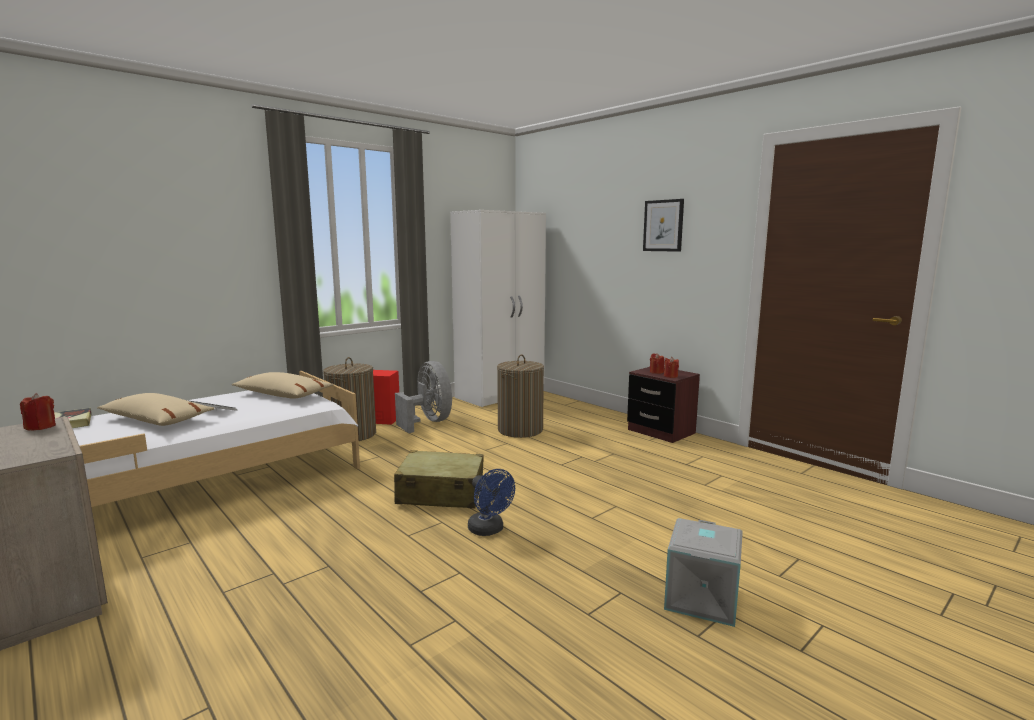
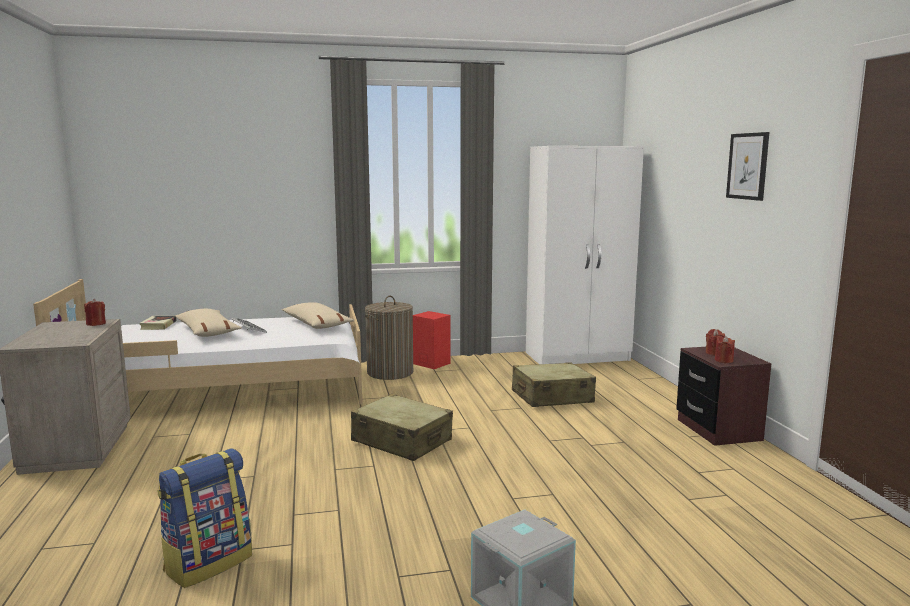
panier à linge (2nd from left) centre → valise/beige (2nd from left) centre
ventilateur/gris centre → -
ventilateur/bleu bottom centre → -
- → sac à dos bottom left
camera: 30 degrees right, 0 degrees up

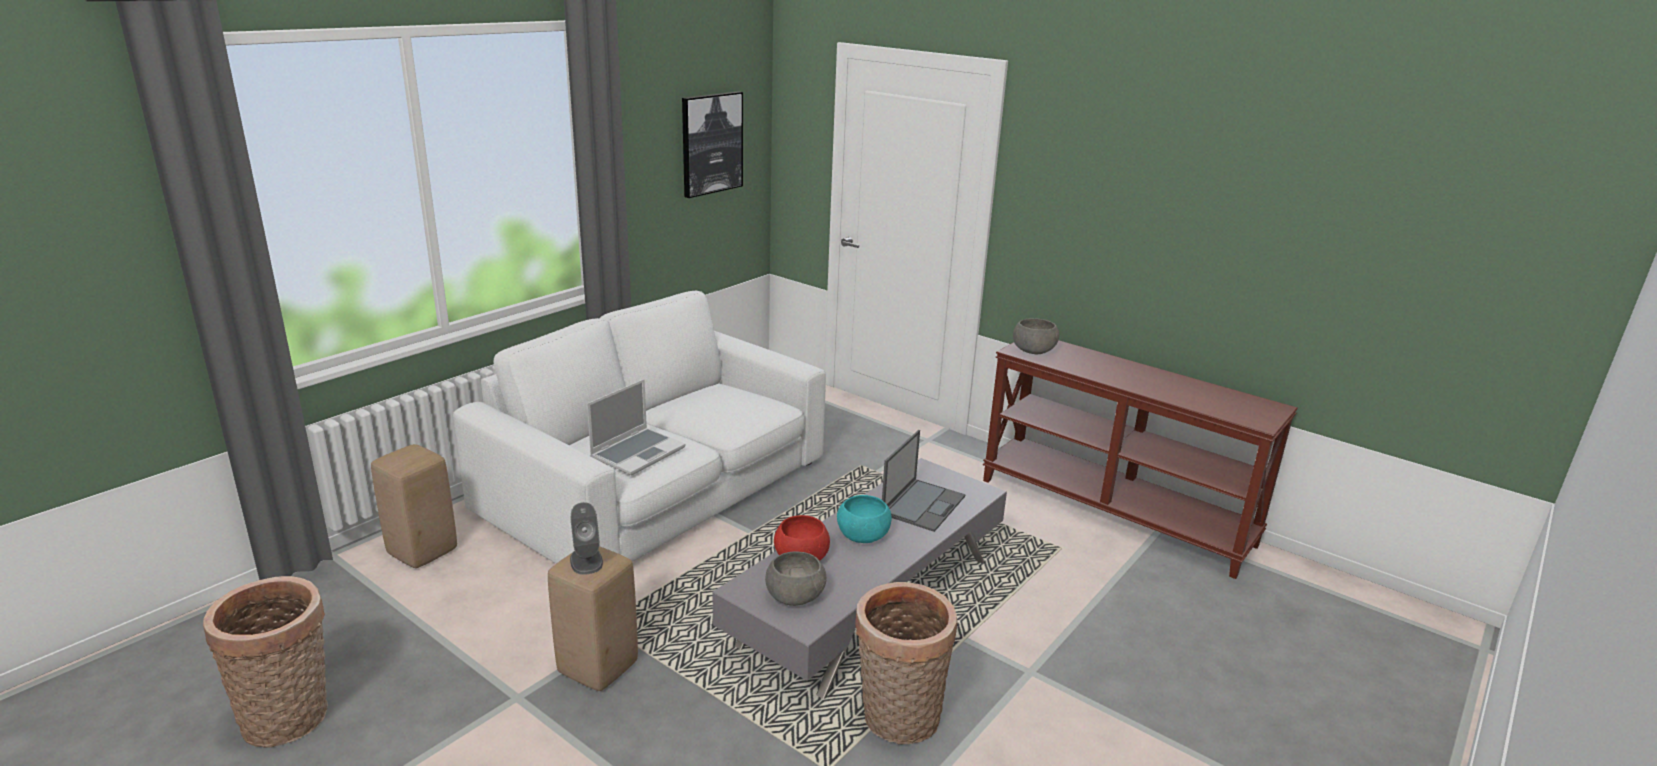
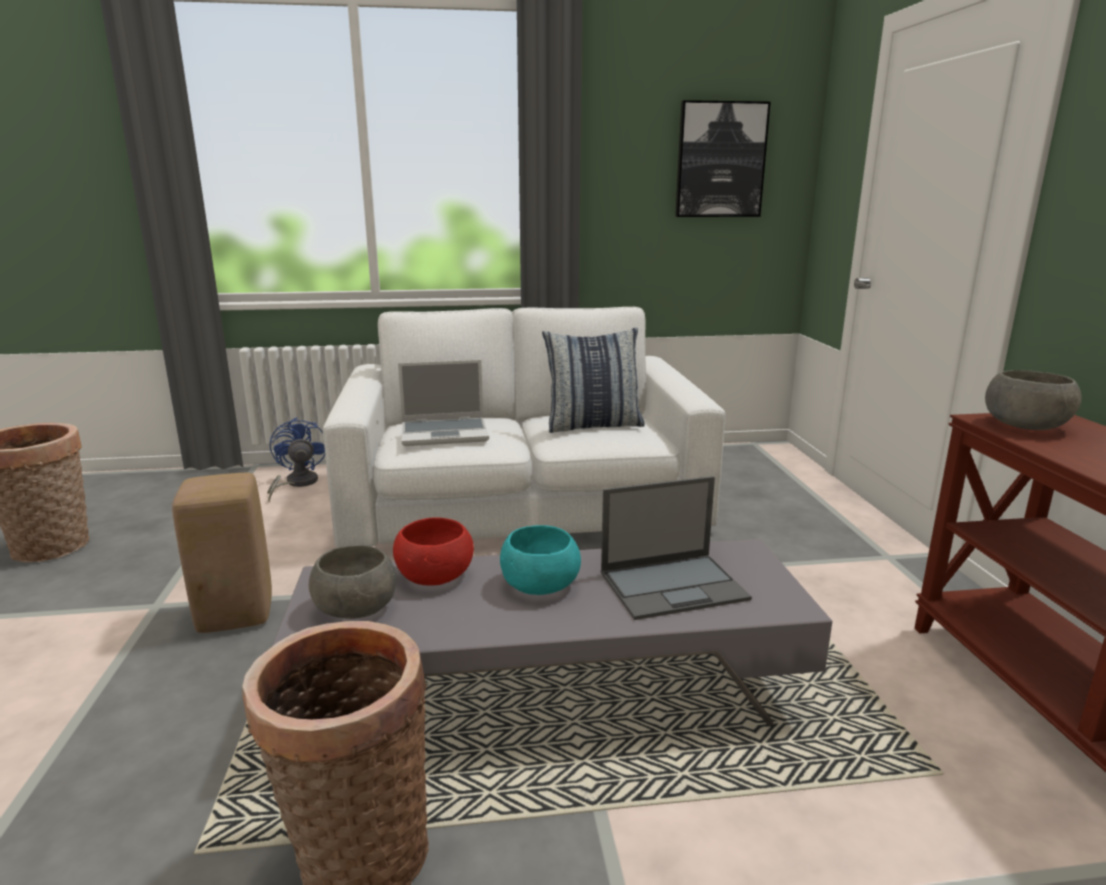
tabouret/beige (1st from left) middle left → ventilateur/bleu middle left
enceinte/gris bottom centre → -
- → coussin centre
camera: 45 degrees right, 5 degrees down

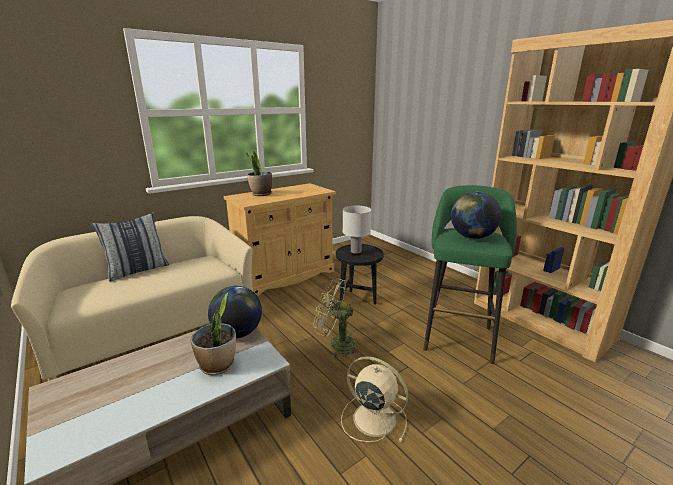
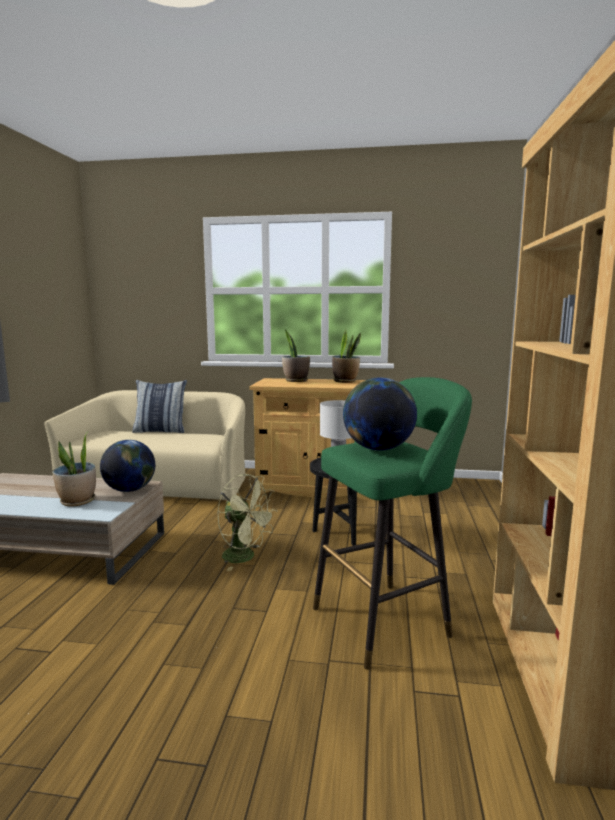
ventilateur/vert centre, 150 degrees clockwise
ventilateur/beige bottom centre → -
- → plante en pot (3rd from left) centre
camera: 45 degrees right, 10 degrees down

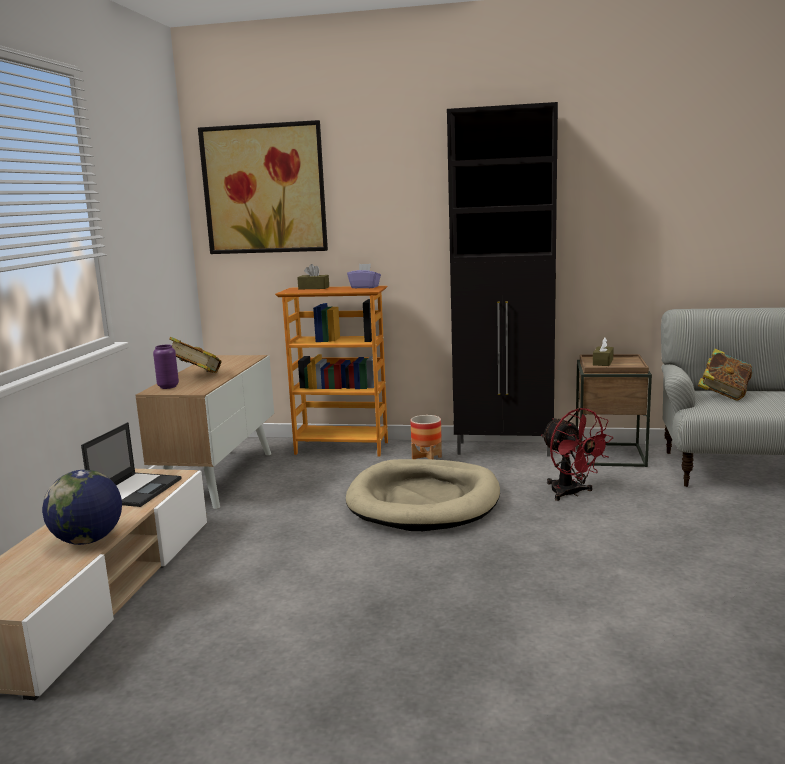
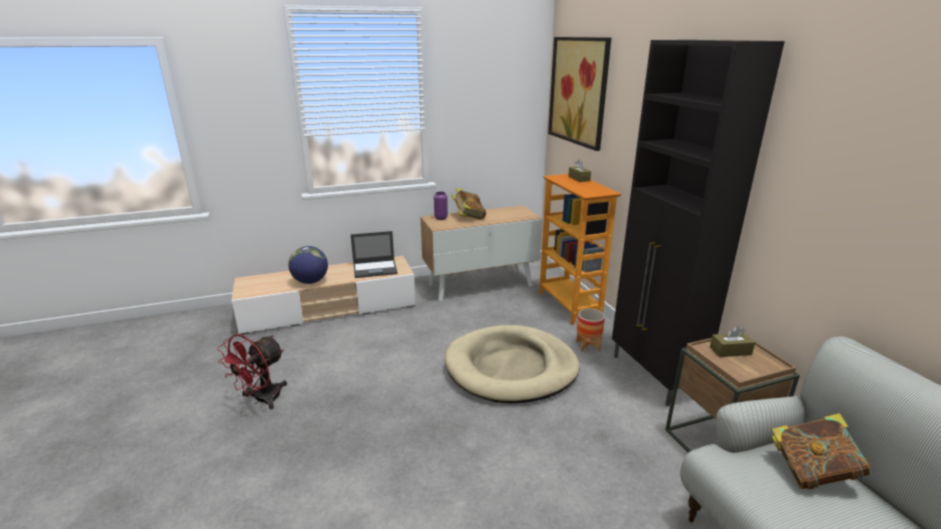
boîte à mouchoirs/violet centre → -
ventilateur/rouge middle right → ventilateur/rouge bottom left, move
camera: 60 degrees right, 10 degrees up

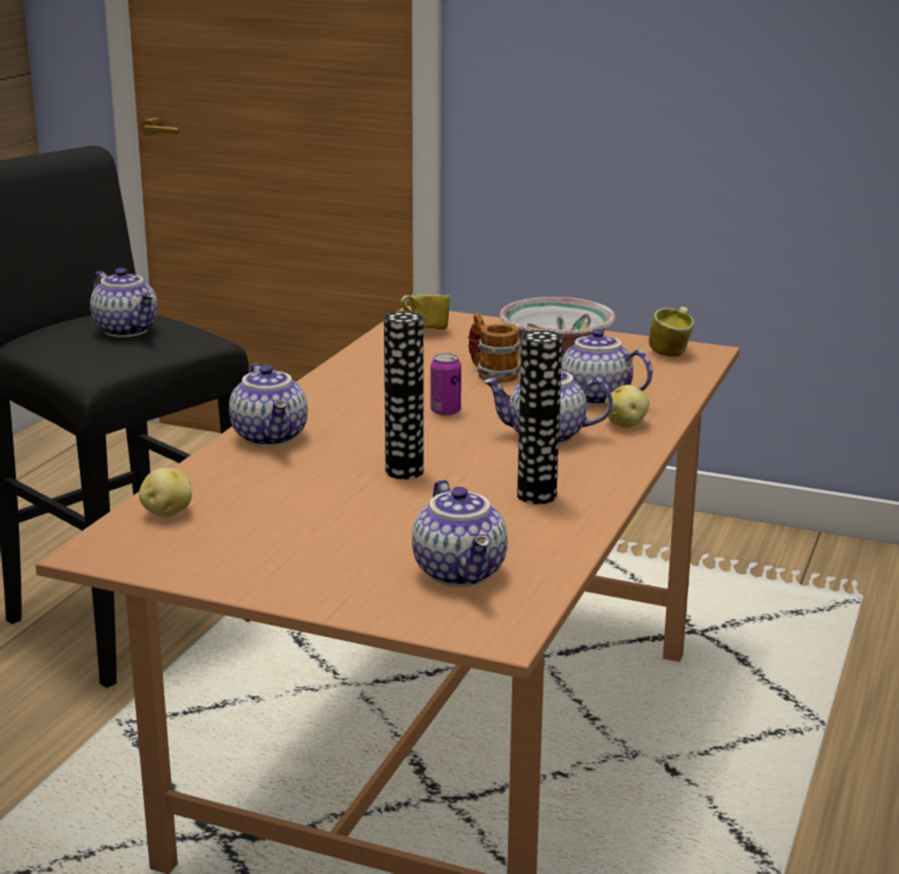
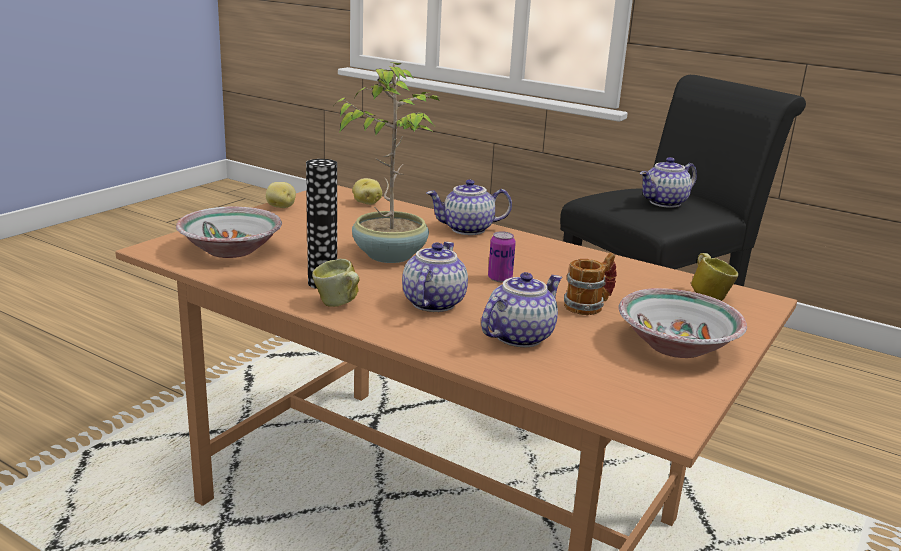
mug (3rd from left in the first image) middle right → mug (1st from left) centre, move
vase (1st from left) centre → plante en pot top centre
pomme de terre (2nd from left in the first image) middle right → pomme de terre (1st from left) middle left, move
théière (3rd from left) centre → bol (1st from left) middle left
camera: 100 degrees right, 0 degrees up

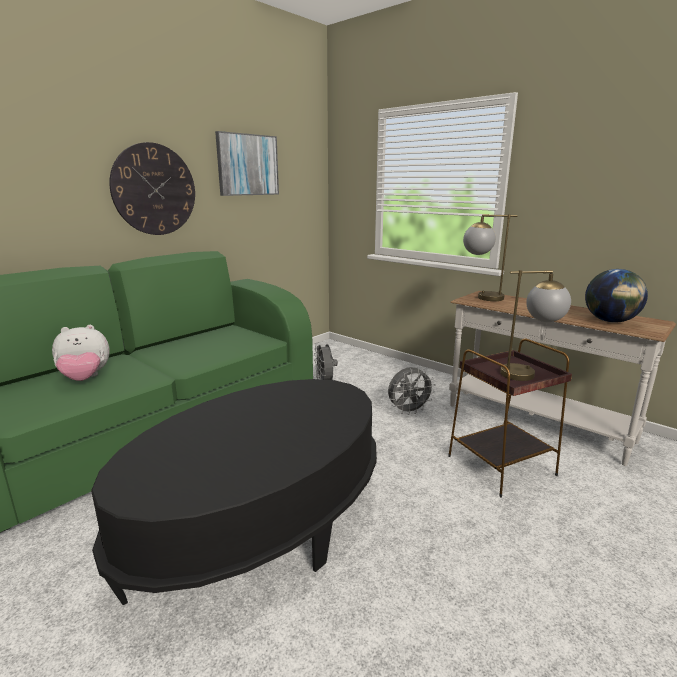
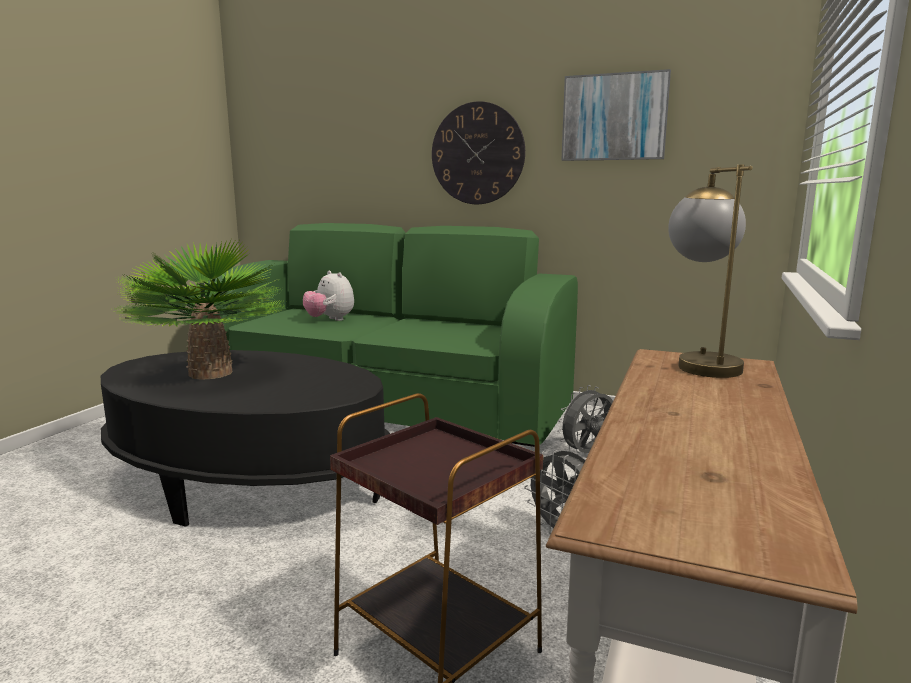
globe middle right → -
lampe de table (2nd from left) middle right → -
- → plante en pot middle left
camera: 70 degrees right, 5 degrees down

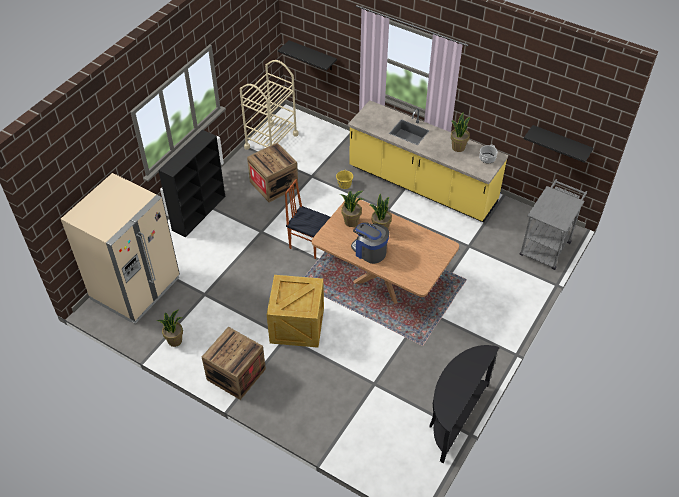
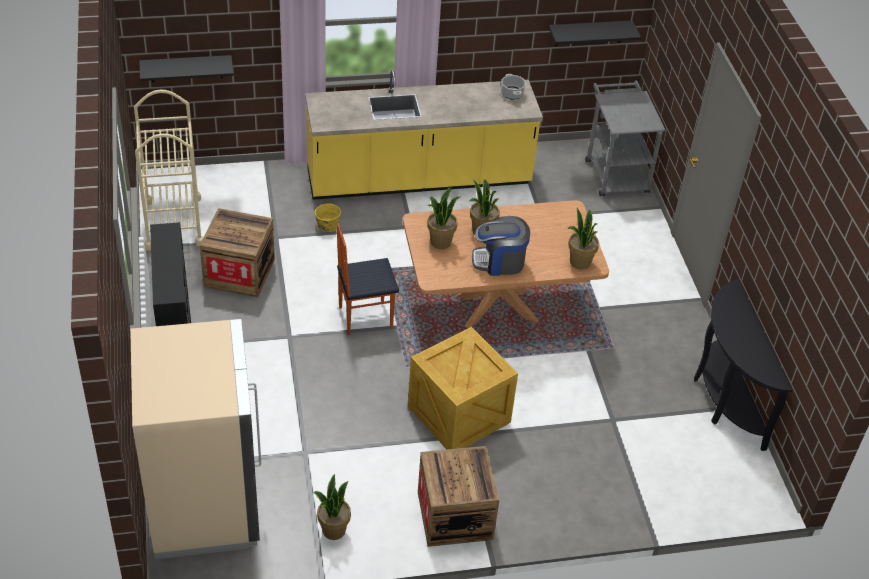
plante en pot (4th from left) top right → plante en pot (4th from left) middle right, move
camera: 45 degrees left, 5 degrees down

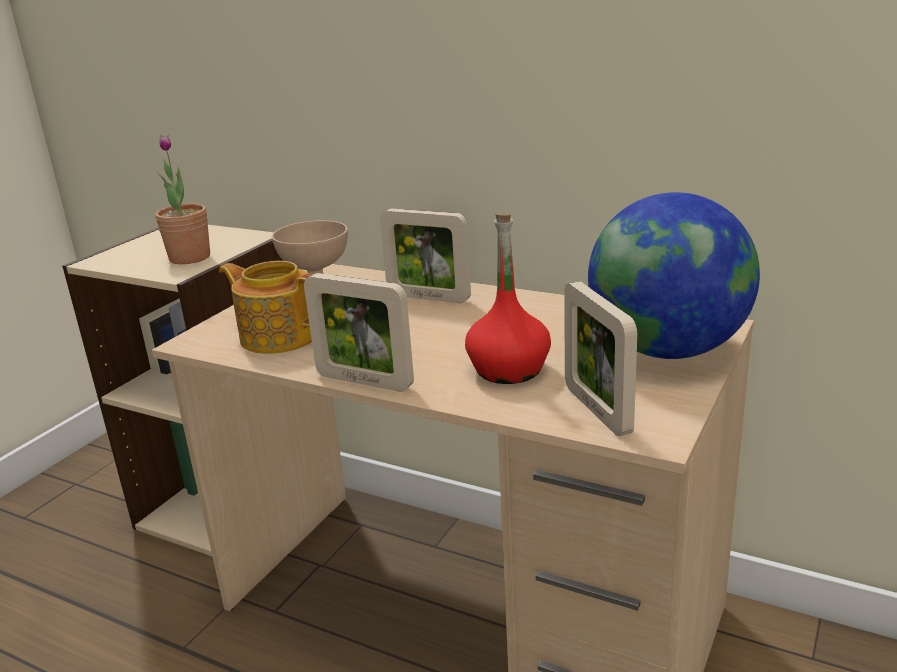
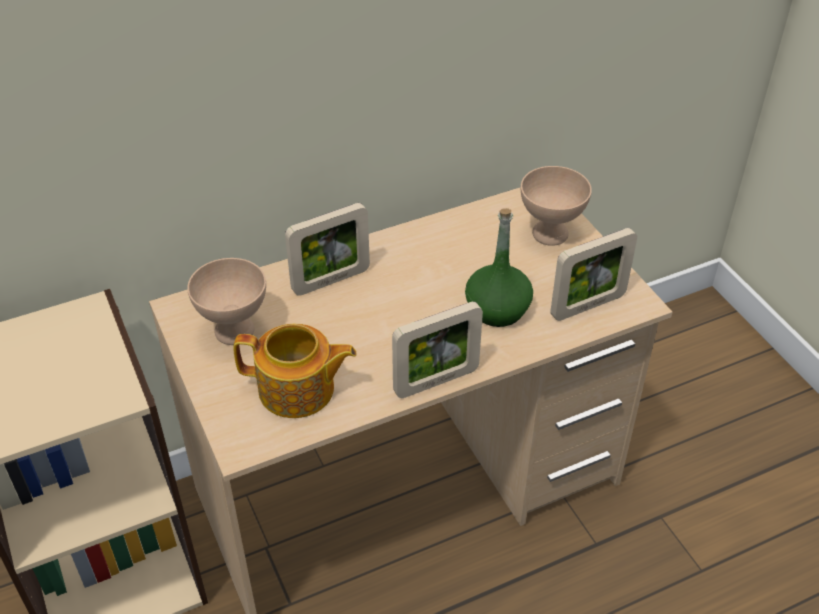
plante en pot top left → -
globe middle right → bol/beige (2nd from left) middle right
bouteille/rouge centre → bouteille/vert centre
théière middle left → théière centre, 150 degrees counterclockwise
cadre photo (3rd from left) middle right, 45 degrees counterclockwise
camera: 55 degrees left, 20 degrees up

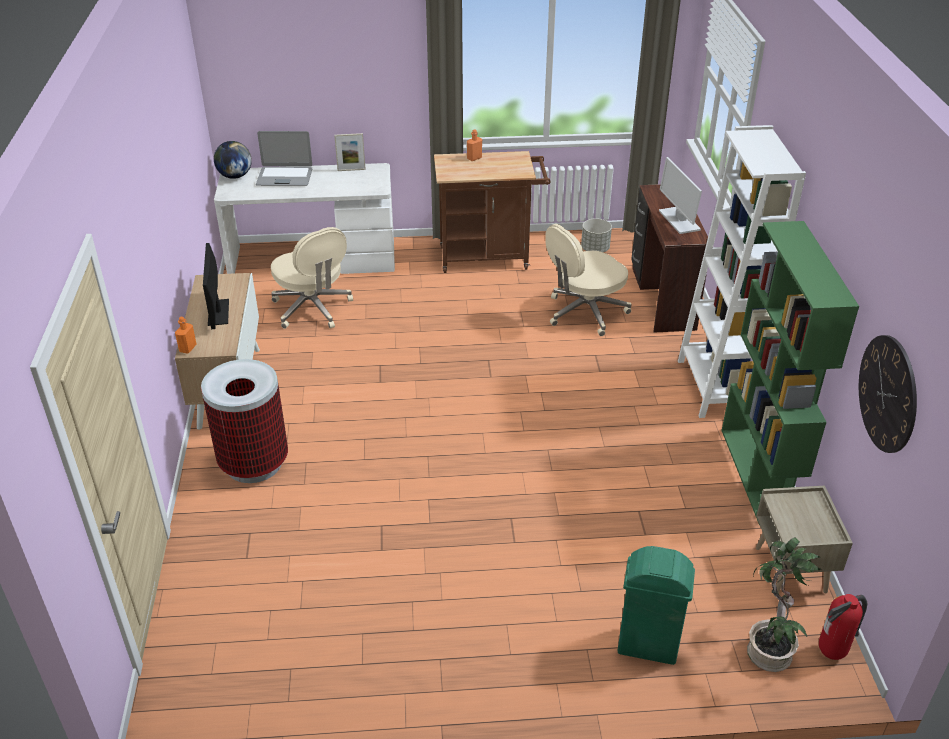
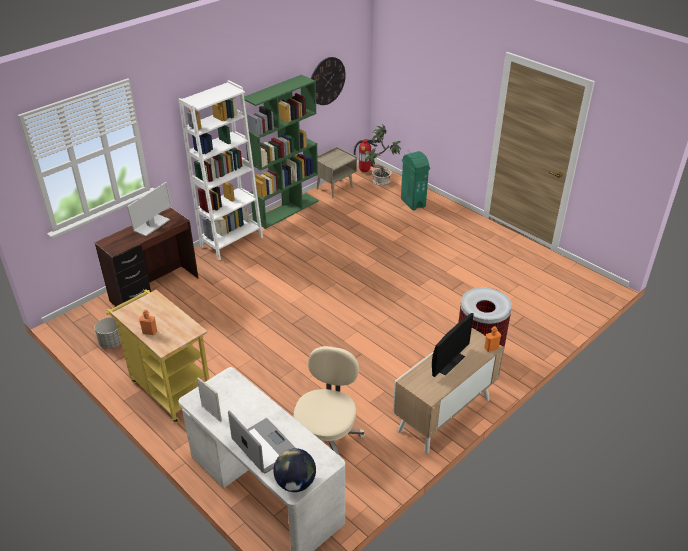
chariot/marron top centre → chariot/jaune middle left
chaise de bureau/beige (2nd from left) centre → -
camera: 130 degrees left, 0 degrees up

